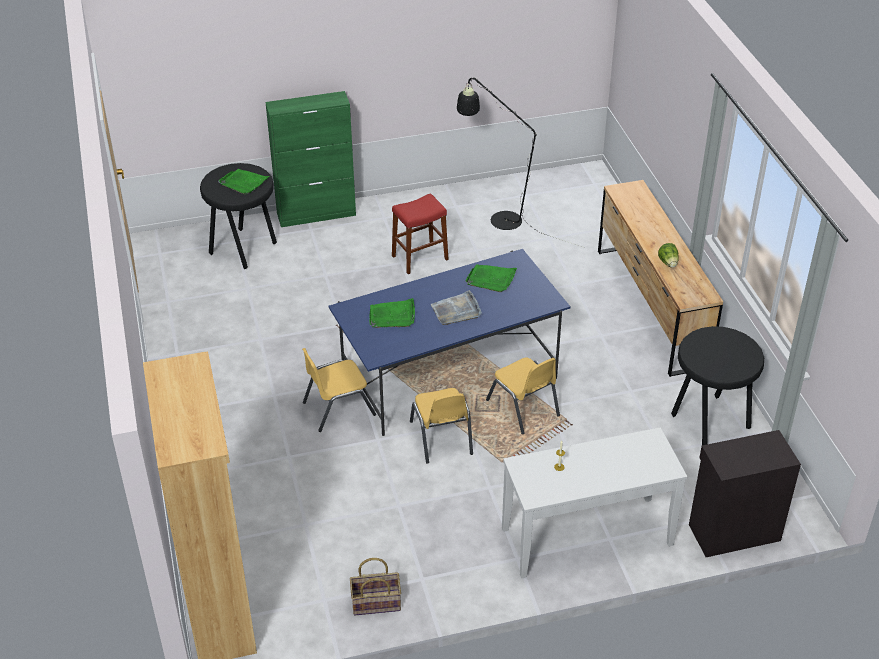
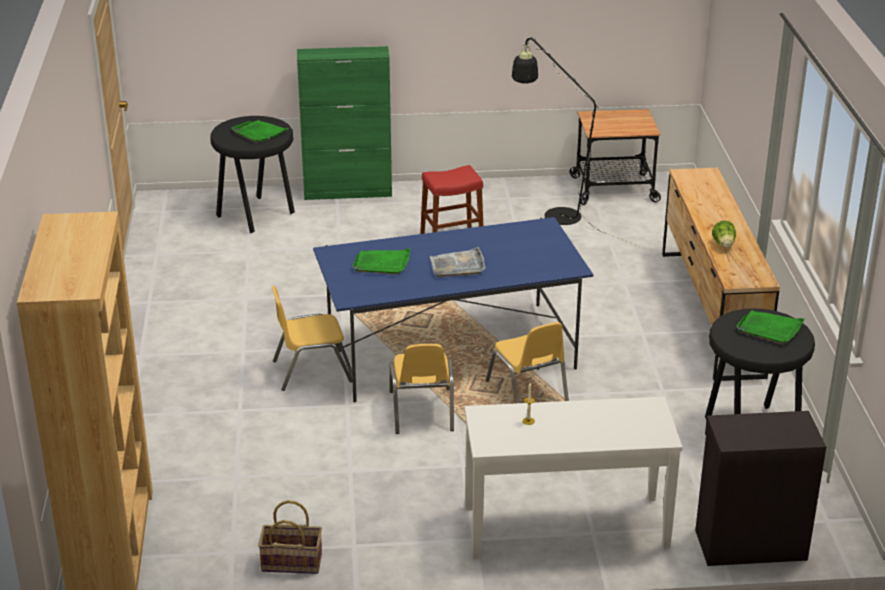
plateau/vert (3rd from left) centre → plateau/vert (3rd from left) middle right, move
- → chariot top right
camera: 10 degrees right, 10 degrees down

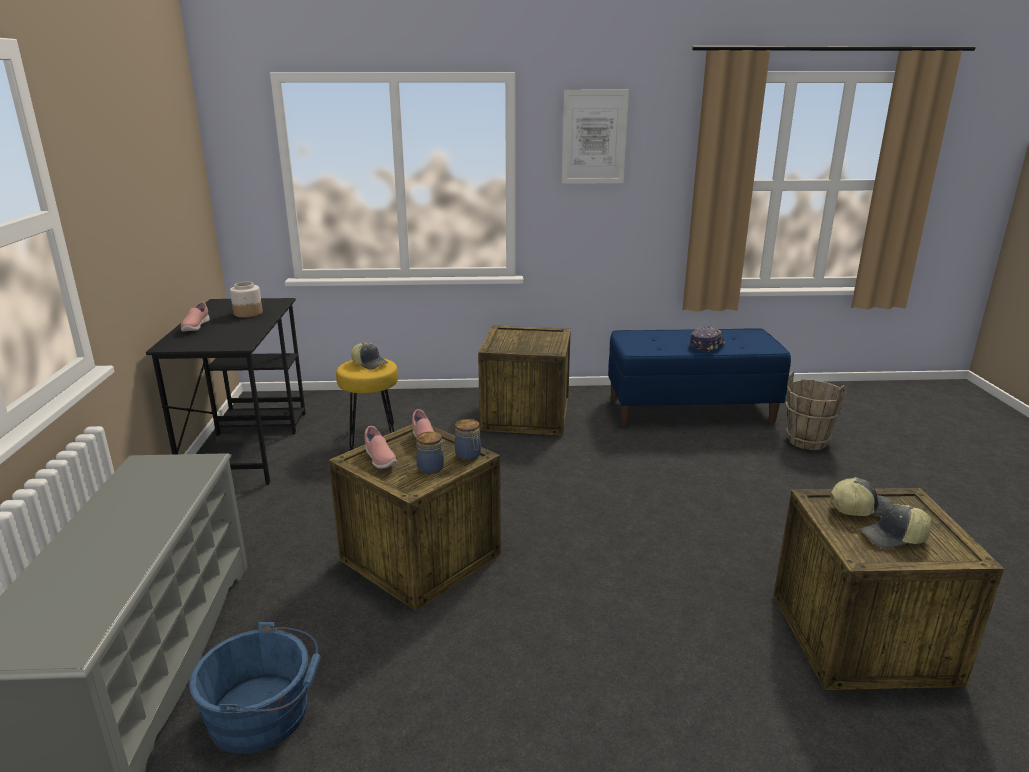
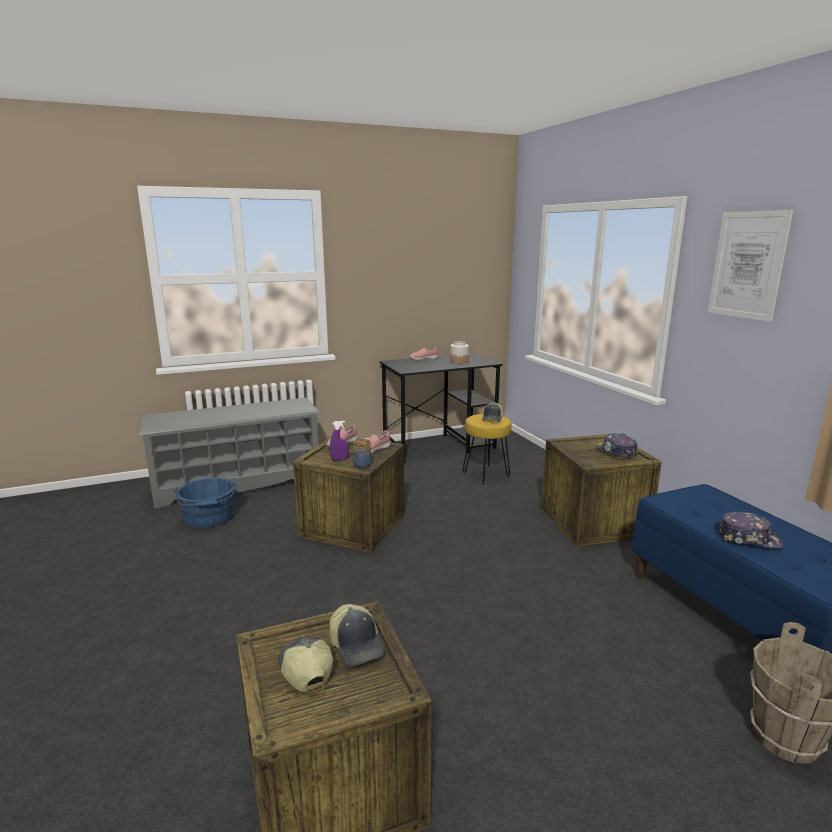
bocal (2nd from left) centre → vaporisateur/violet centre
- → casquette (4th from left) middle right
camera: 70 degrees right, 5 degrees down

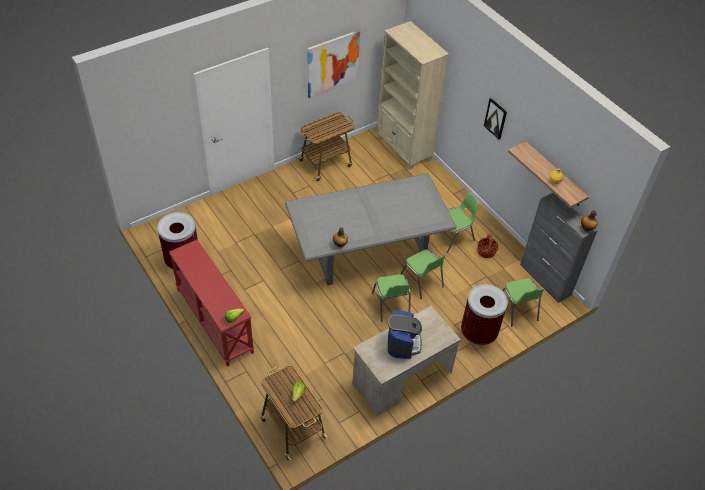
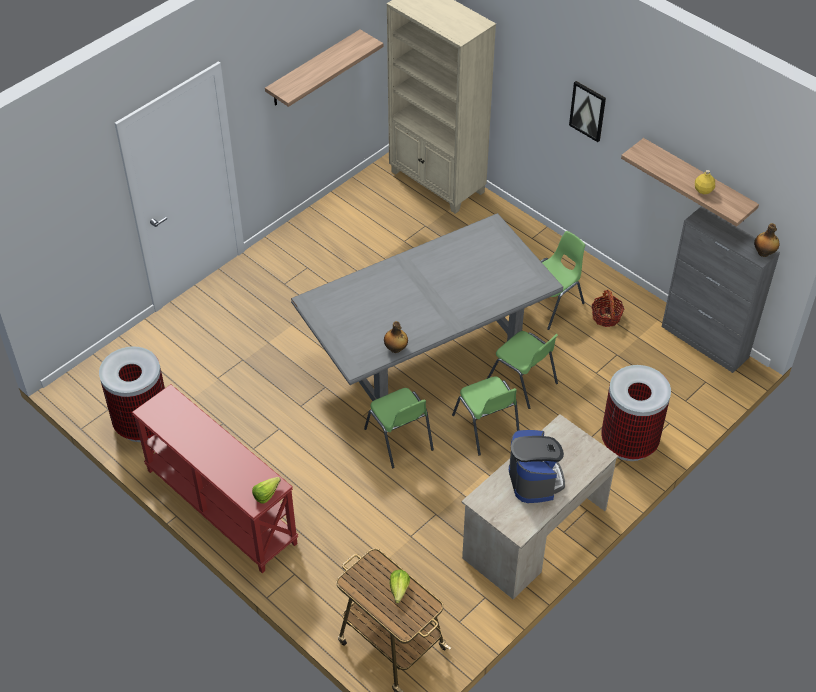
tableau (1st from left) top centre → étagère (1st from left) top centre
chariot (2nd from left) top centre → -
chaise/vert (4th from left in the first image) middle right → chaise/vert (1st from left) centre, move
camera: 10 degrees left, 0 degrees up

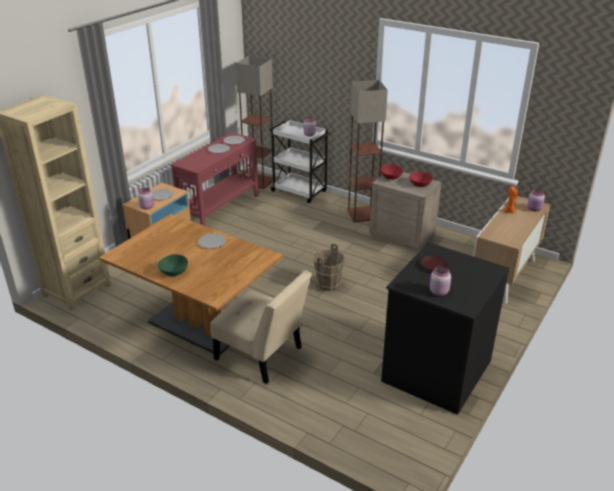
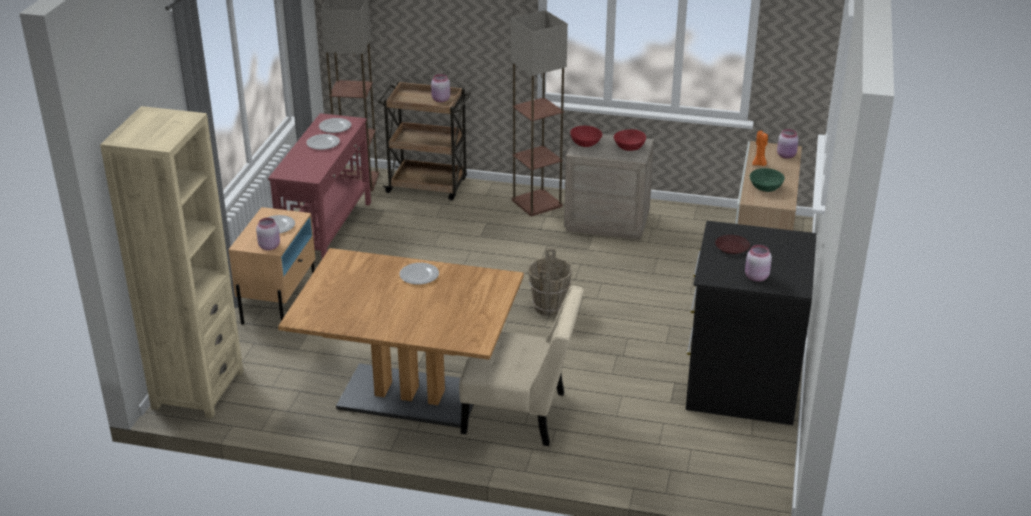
chariot/blanc top centre → chariot/marron top centre
bol/vert middle left → bol/vert middle right, move
camera: 20 degrees left, 0 degrees up

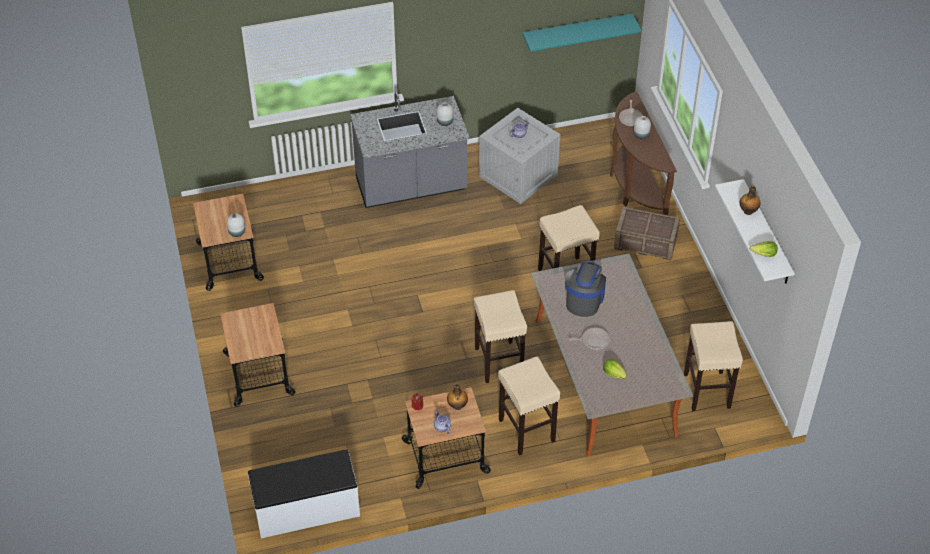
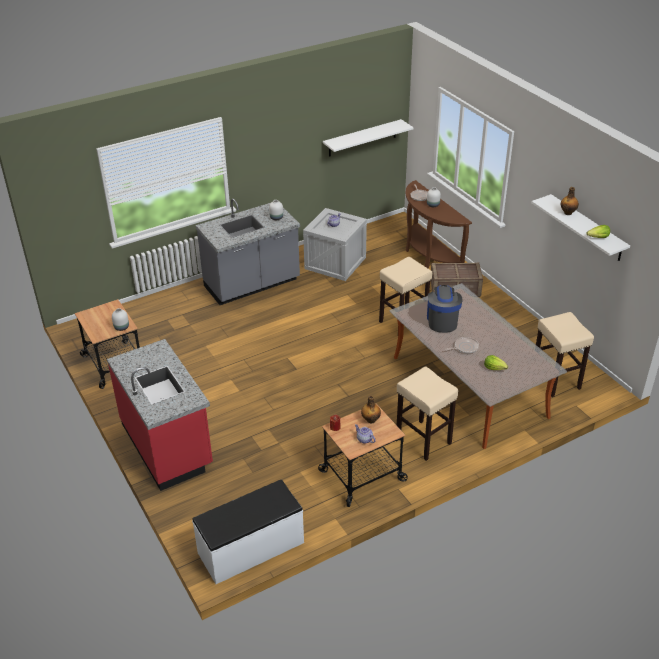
étagère/turquoise top centre → étagère/blanc (1st from left) top centre
tabouret/beige (1st from left) centre → -
chariot (2nd from left) middle left → comptoir de cuisine/rouge middle left
camera: 15 degrees left, 10 degrees down

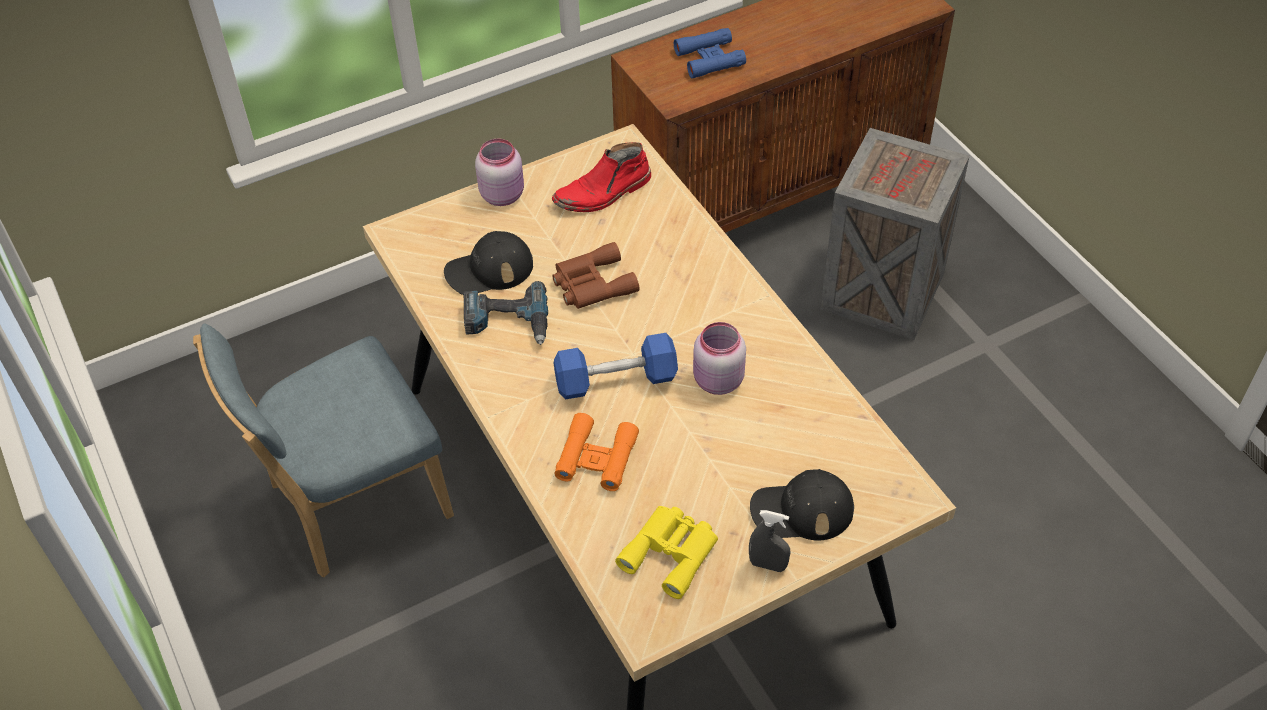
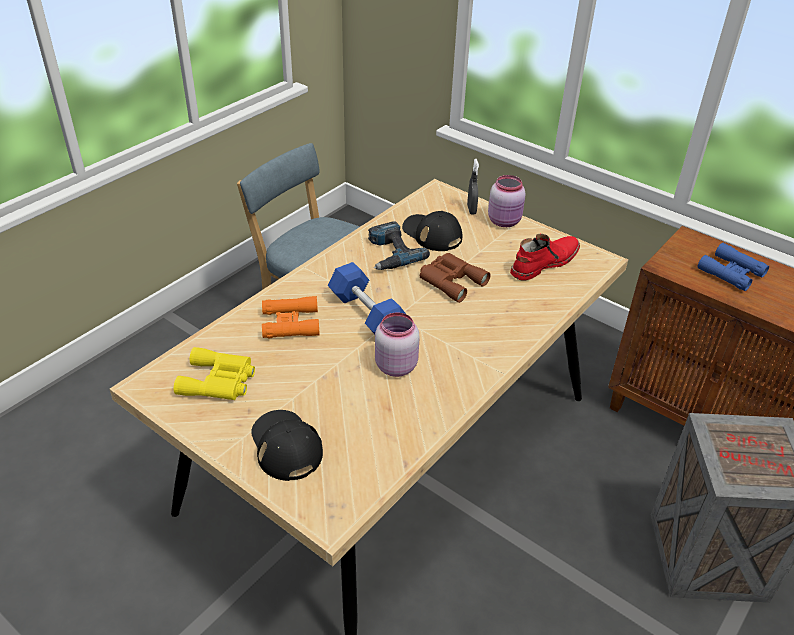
botte/rouge top centre → botte/rouge middle right, 105 degrees clockwise
vaporisateur/gris bottom centre → vaporisateur/gris top centre, move
camera: 65 degrees right, 10 degrees down

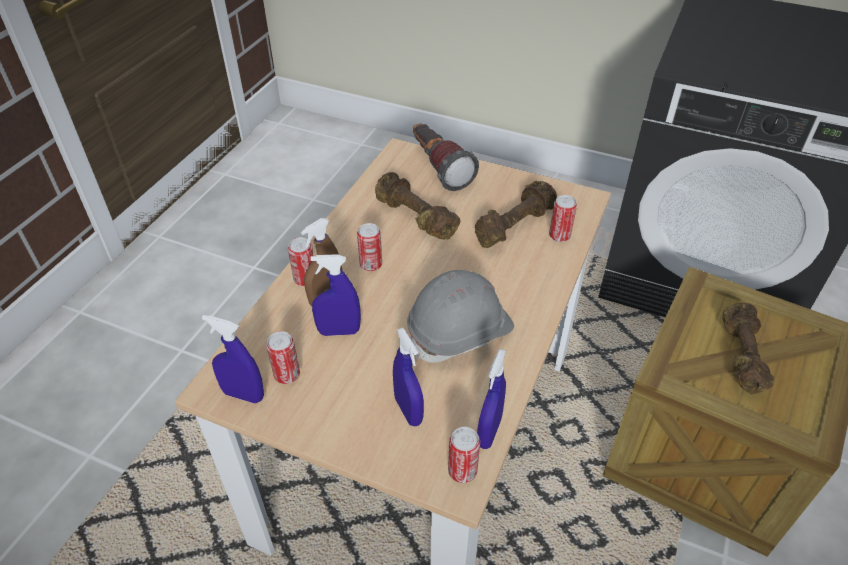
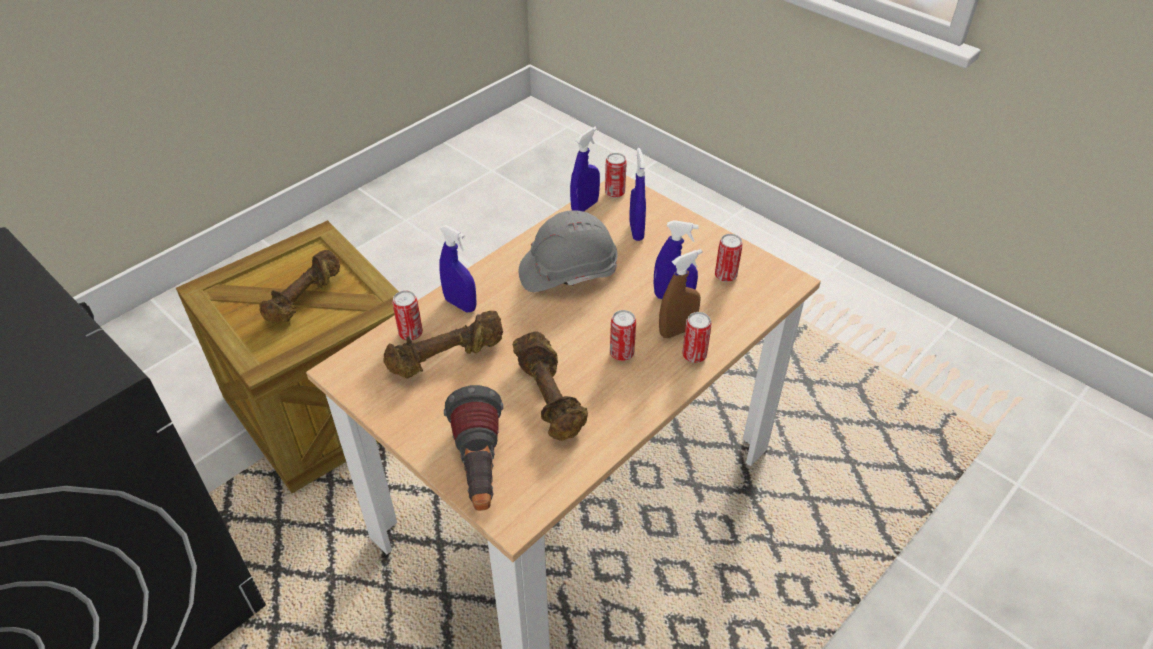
vaporisateur/bleu (1st from left) middle left → vaporisateur/bleu (1st from left) centre, move
camera: 160 degrees left, 0 degrees up

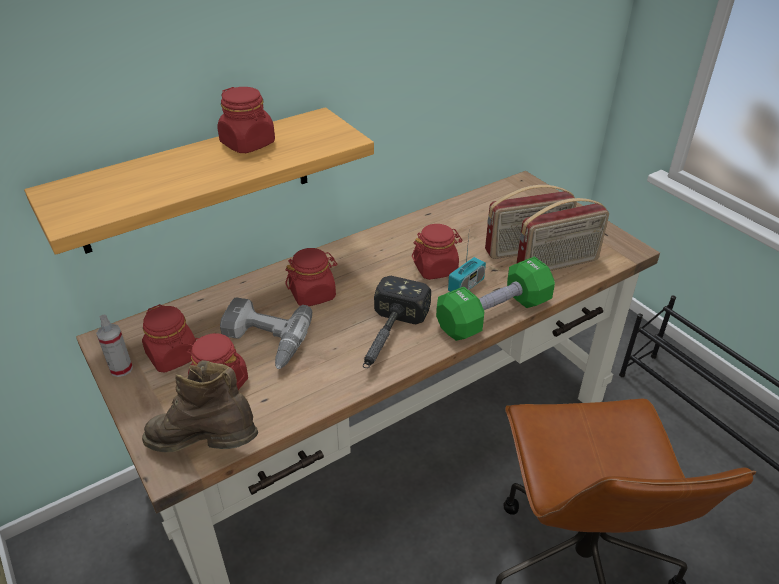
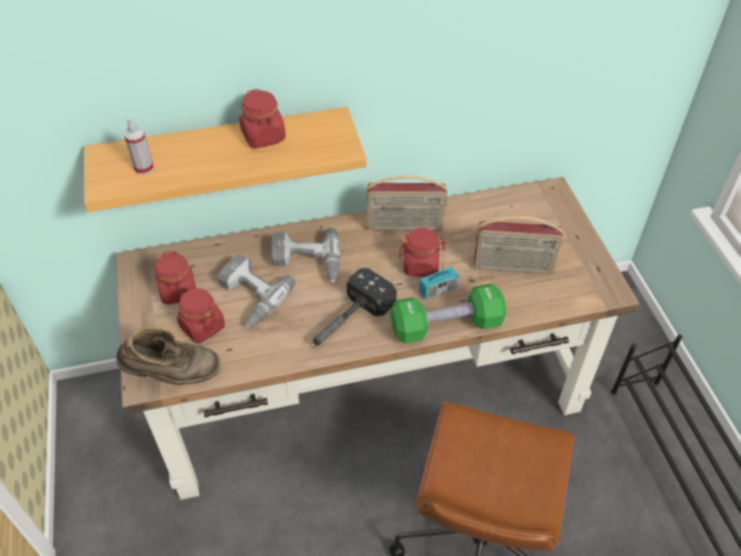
radio (3rd from left in the first image) middle right → radio (1st from left) centre, move
bocal/rouge (4th from left) centre → perceuse (2nd from left) centre
vaporisateur middle left → vaporisateur top left, move
botte/marron bottom left → botte/marron middle left, 135 degrees clockwise
camera: 20 degrees right, 10 degrees up

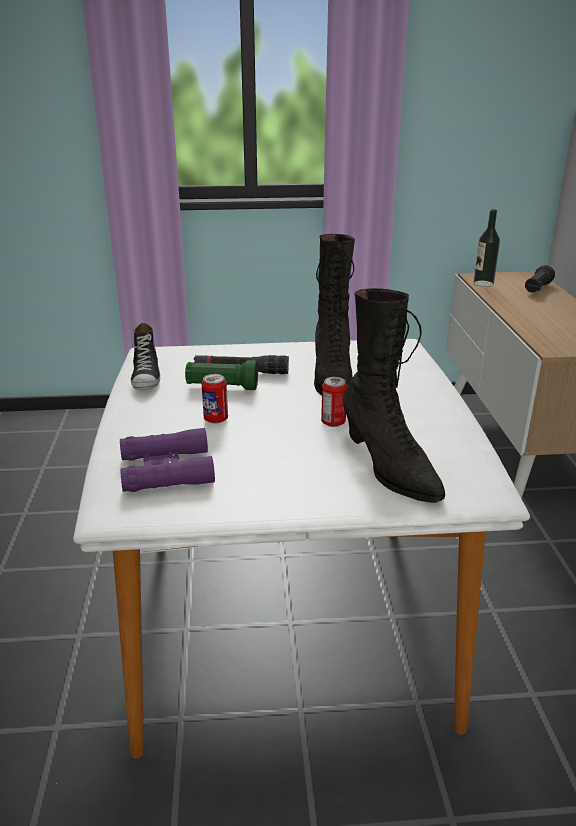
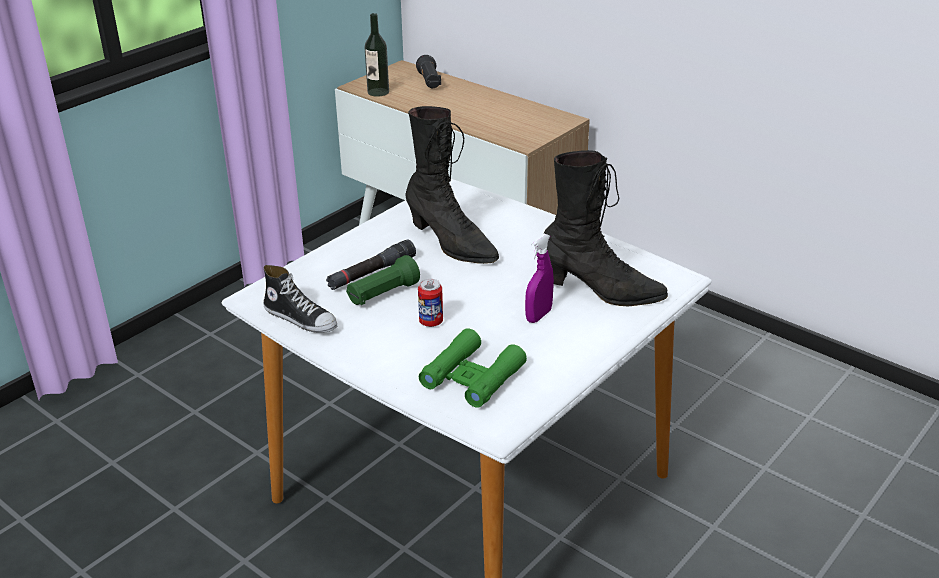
boîte métallique (2nd from left) centre → -
jumelles/violet middle left → jumelles/vert centre
- → vaporisateur/violet centre
camera: 45 degrees left, 5 degrees up

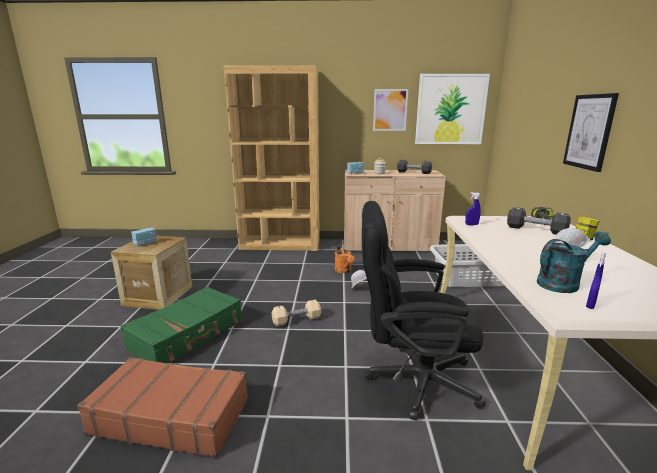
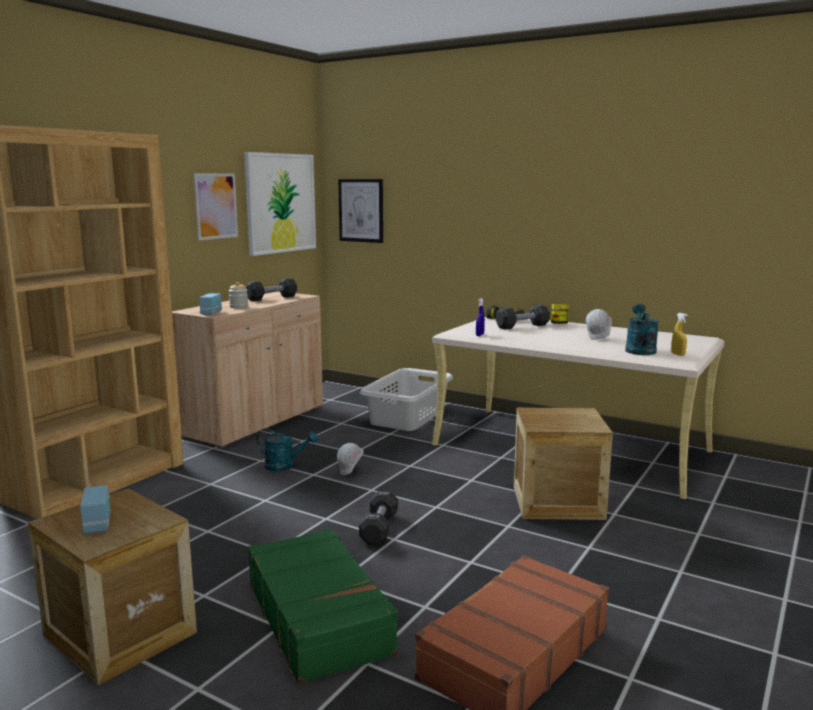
tableau (3rd from left) top right → tableau (3rd from left) top centre, move
chaise de bureau/noir centre → caisse (2nd from left) middle right
arrosoir/orange centre → arrosoir/turquoise (1st from left) centre
vaporisateur/bleu (2nd from left) middle right → vaporisateur/jaune middle right
haltère/beige centre → haltère/noir (2nd from left) bottom centre
camera: 60 degrees left, 5 degrees down

